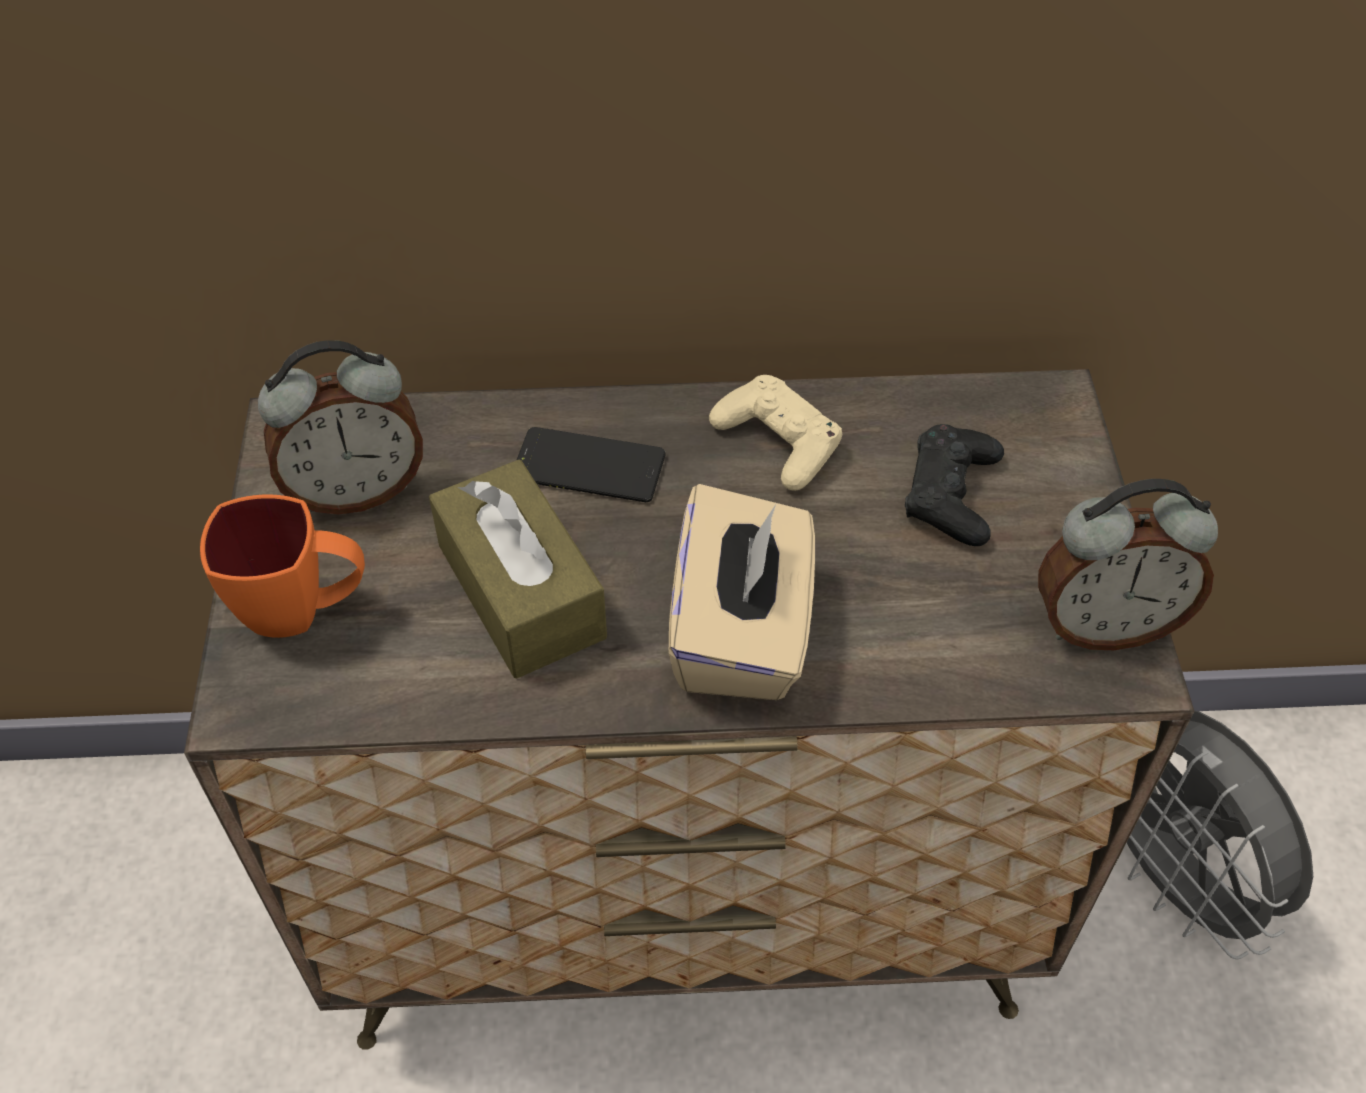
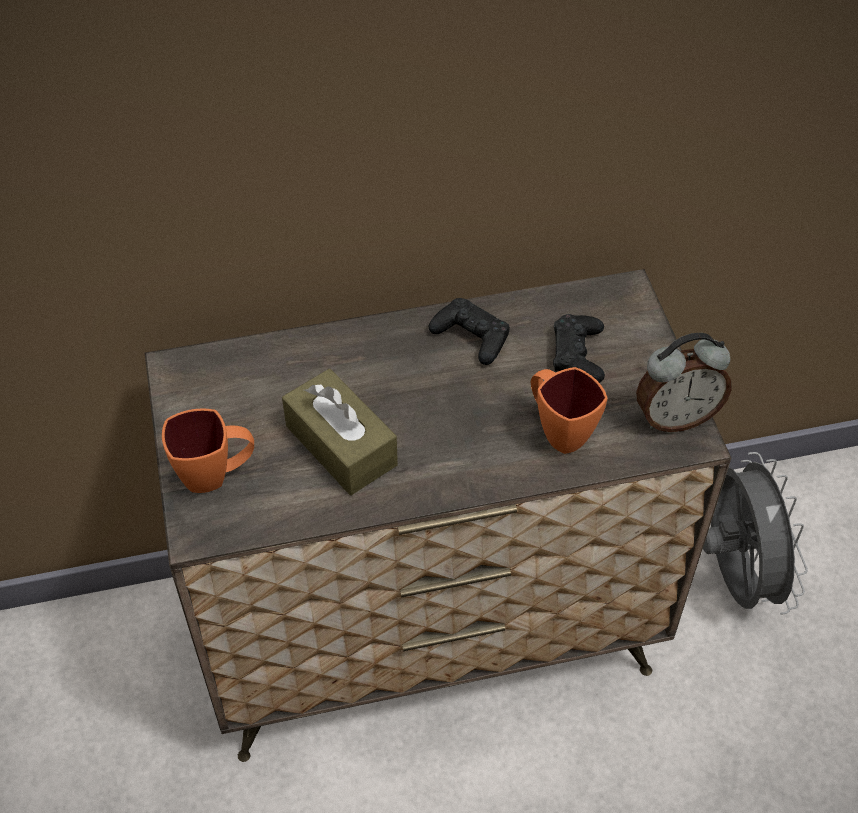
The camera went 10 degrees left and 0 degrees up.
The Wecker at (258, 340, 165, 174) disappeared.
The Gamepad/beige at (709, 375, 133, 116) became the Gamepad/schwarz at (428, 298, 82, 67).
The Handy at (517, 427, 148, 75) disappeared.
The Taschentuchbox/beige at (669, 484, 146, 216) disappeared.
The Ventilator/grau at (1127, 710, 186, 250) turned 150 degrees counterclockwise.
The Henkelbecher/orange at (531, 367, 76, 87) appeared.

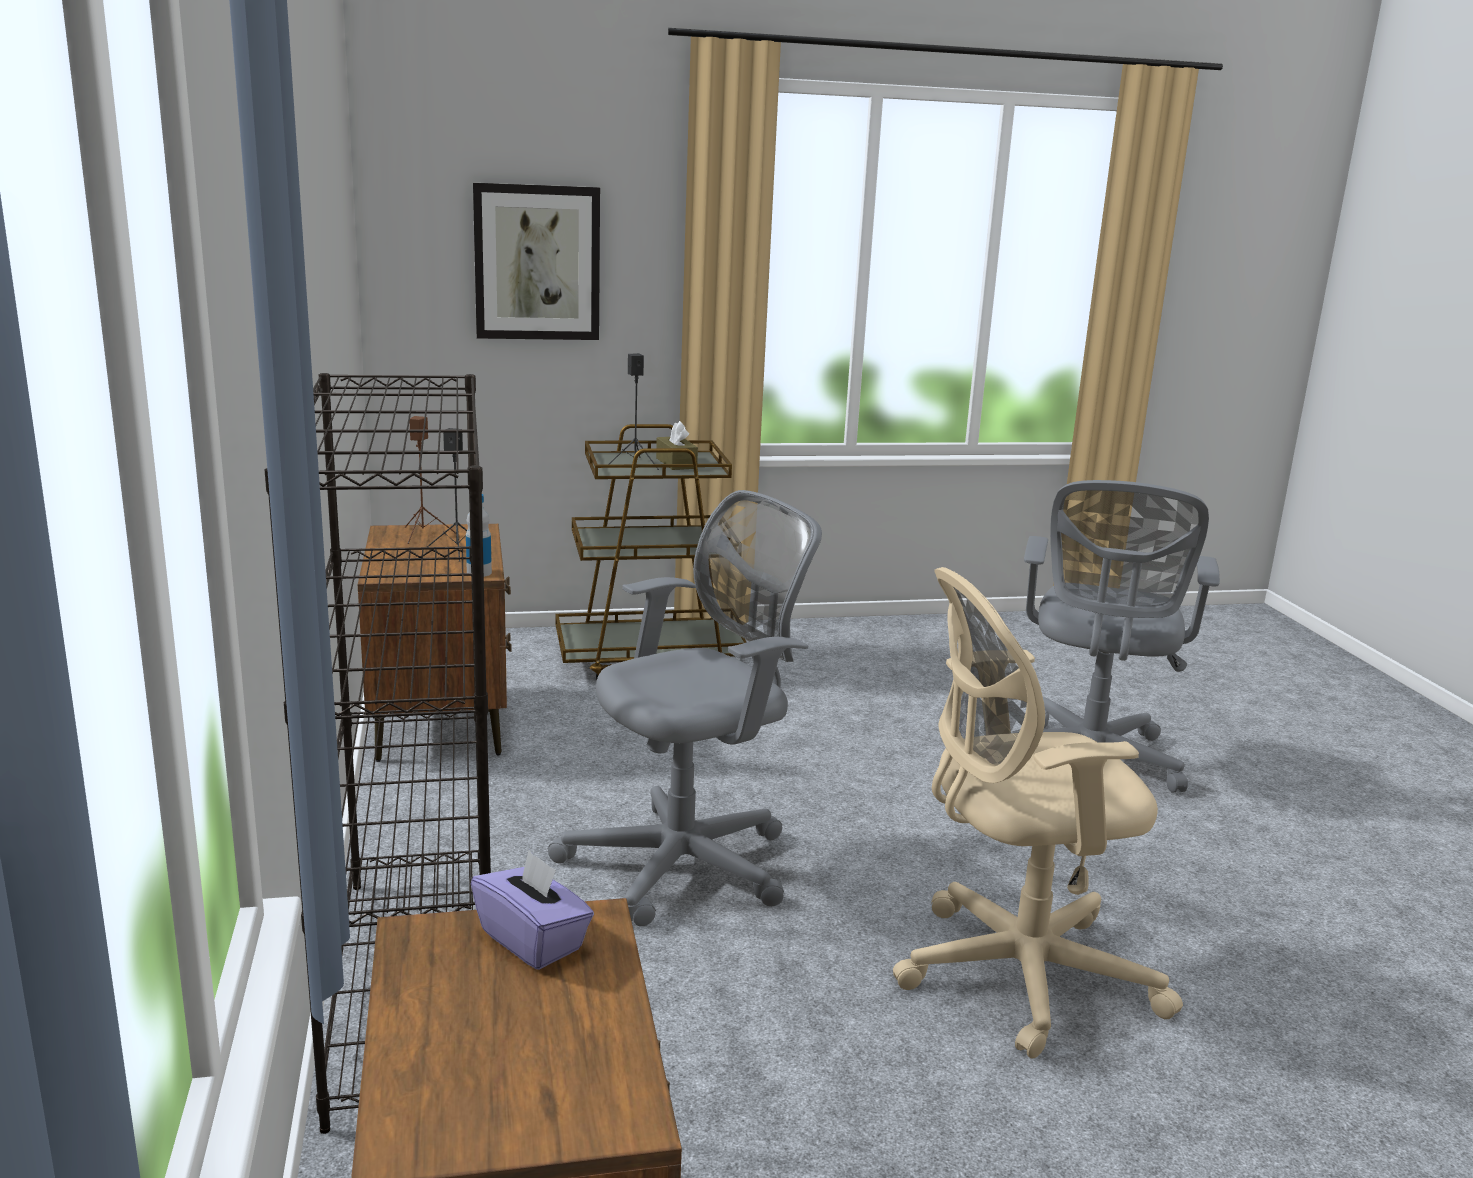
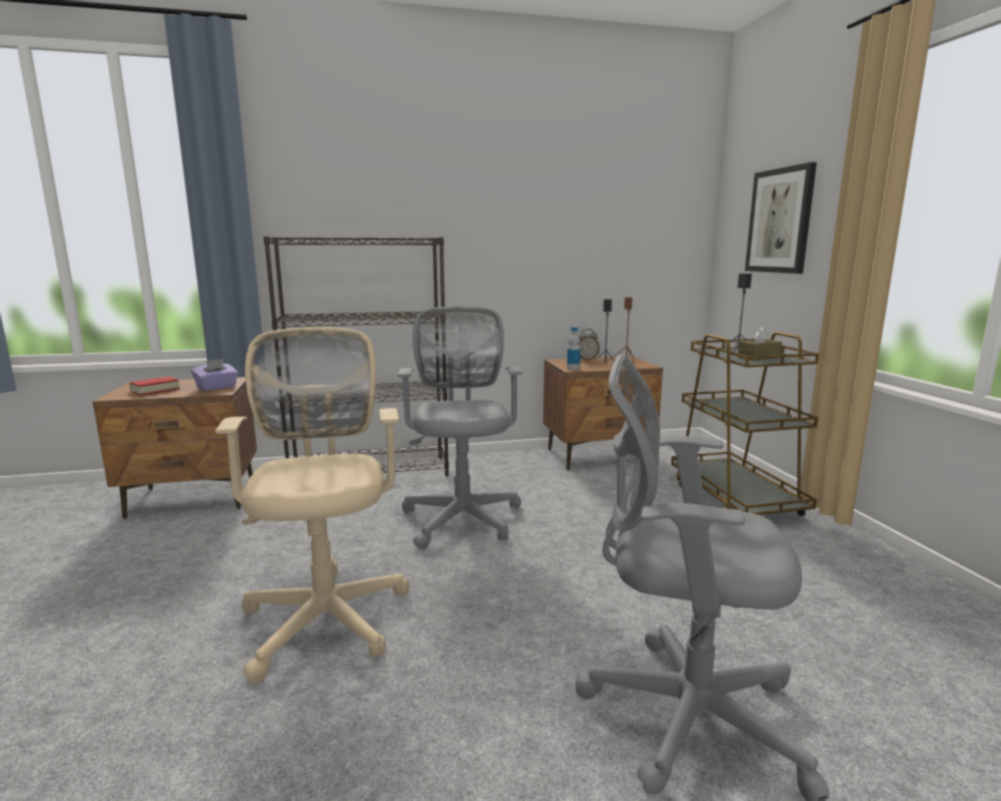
The camera went 90 degrees right and 5 degrees down.
The Bürostuhl/grau at (548, 490, 274, 436) turned 150 degrees counterclockwise.
The Wecker at (578, 329, 22, 31) appeared.
The Buch at (130, 376, 50, 20) appeared.

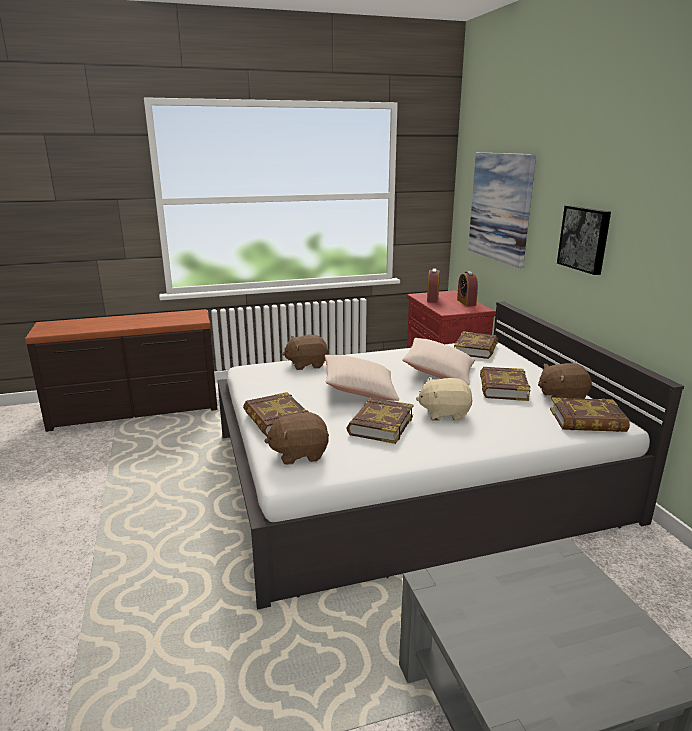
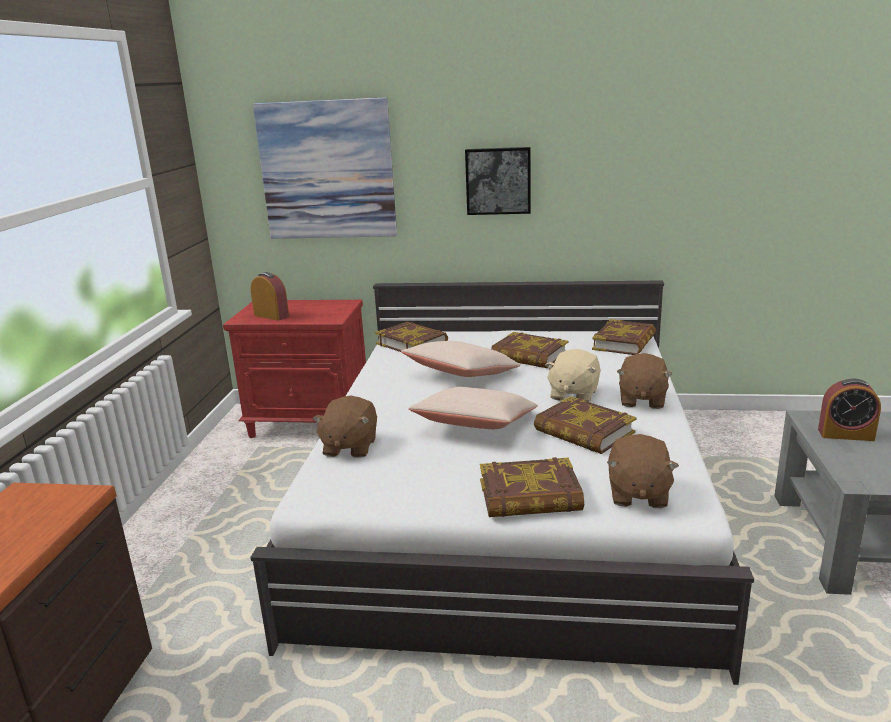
The camera went 65 degrees left and 0 degrees up.
The Wecker moved from (457, 271, 21, 35) to (818, 378, 63, 63).
The Plüschtier/braun moved from (538, 363, 54, 36) to (617, 353, 56, 56).

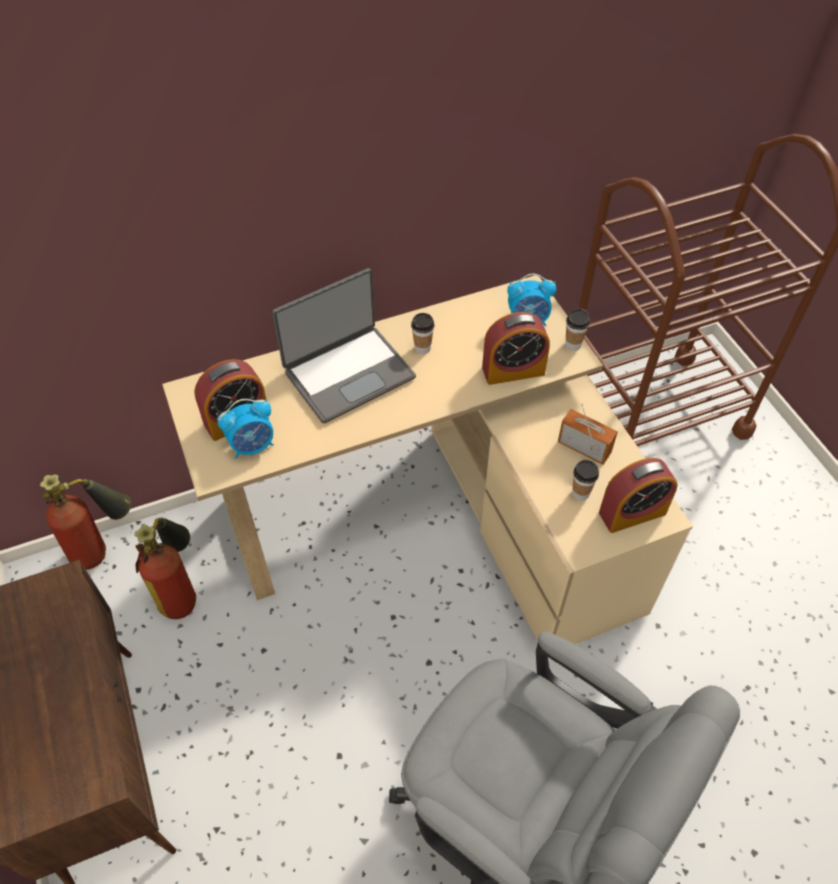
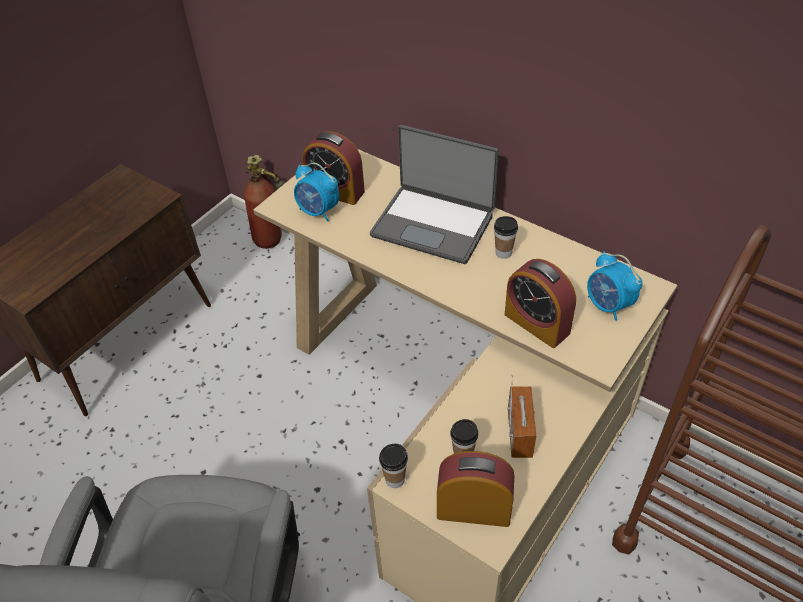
The camera went 60 degrees right and 5 degrees down.
The Tasse moved from (565, 309, 25, 42) to (379, 444, 29, 44).
The Wecker at (599, 458, 79, 75) turned 150 degrees clockwise.
The Feuerlöscher at (135, 518, 61, 101) disappeared.

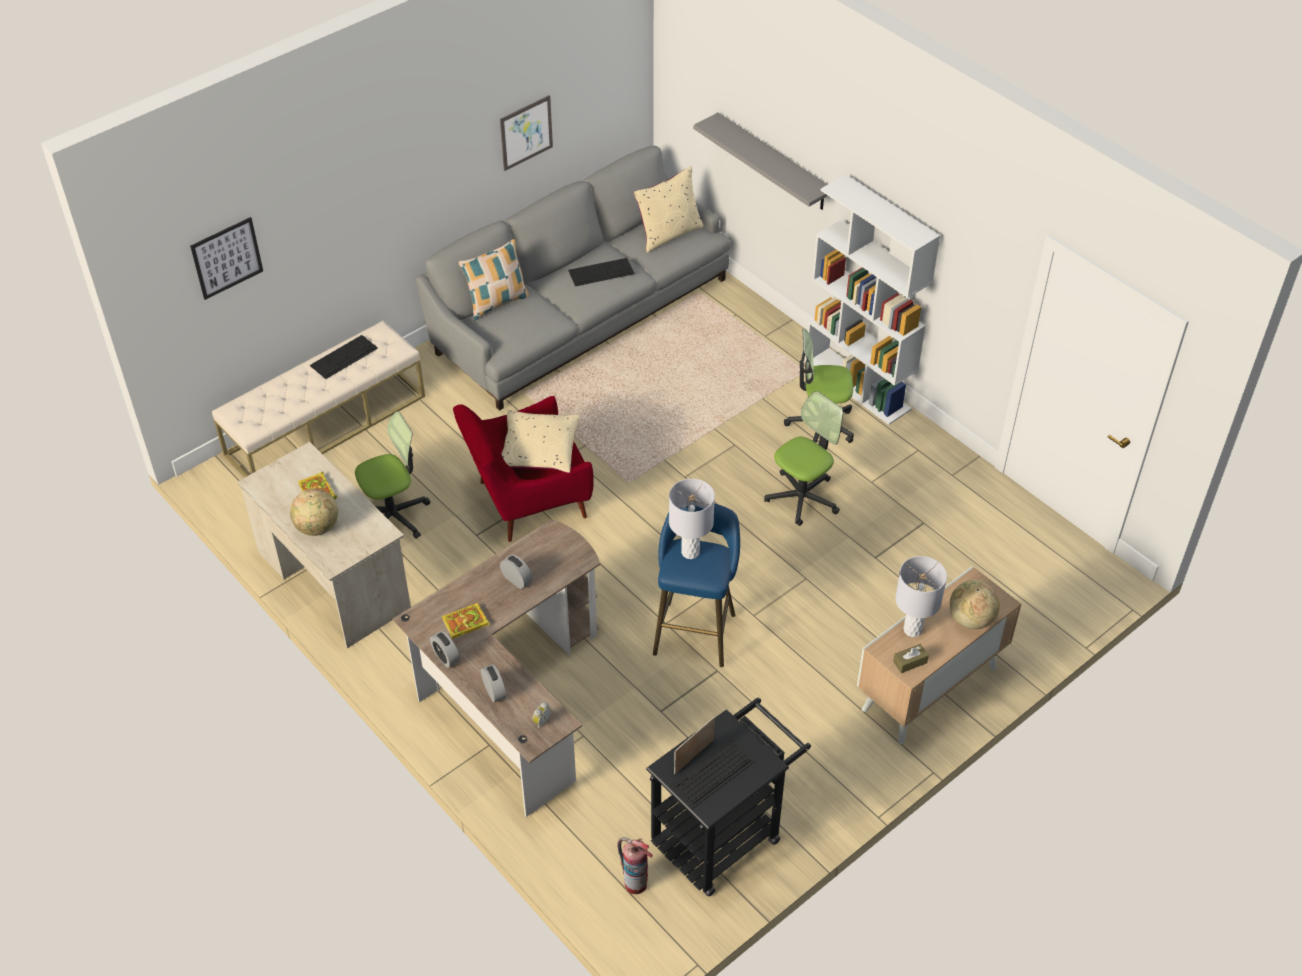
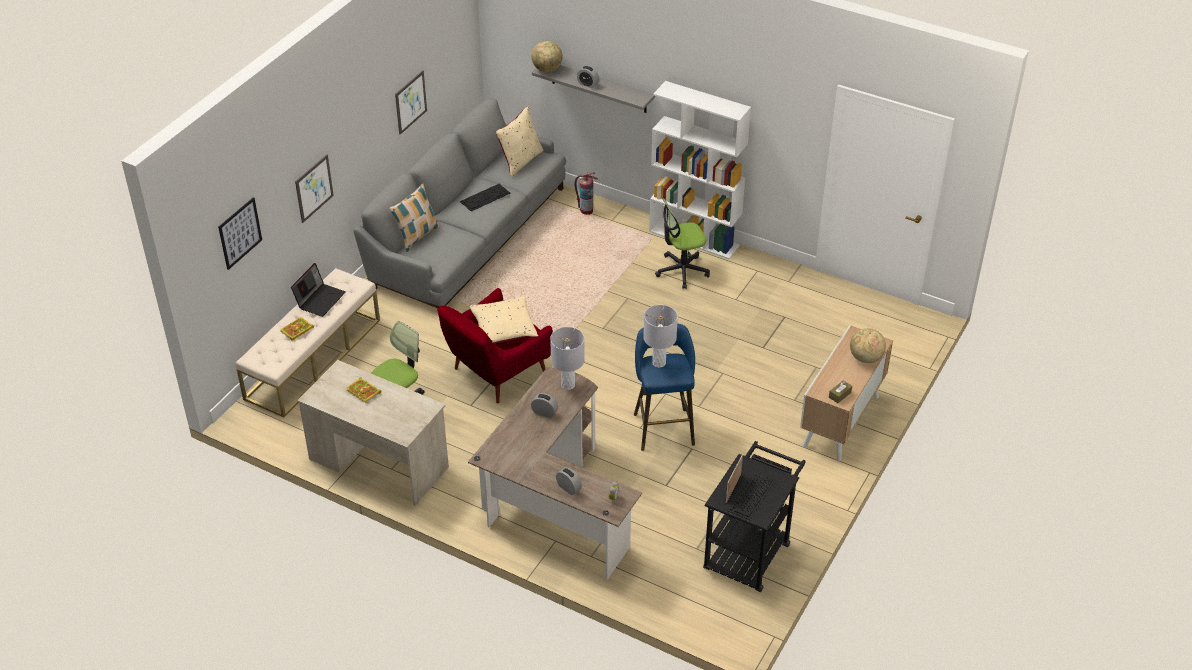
The camera went 20 degrees left and 5 degrees down.
The Tastatur at (310, 335, 68, 44) was replaced by the Laptop at (291, 263, 55, 54).
The Bürostuhl at (764, 391, 79, 135) disappeared.
The Globus moved from (290, 489, 48, 47) to (532, 41, 31, 31).
The Tischlampe/grau moved from (895, 556, 52, 81) to (550, 327, 35, 63).
The Buch moved from (442, 603, 48, 36) to (280, 317, 34, 24).
The Wecker moved from (430, 631, 30, 37) to (577, 66, 22, 23).
The Feuerlöscher moved from (617, 837, 36, 57) to (574, 172, 24, 43).
The Bild at (295, 154, 39, 69) appeared.

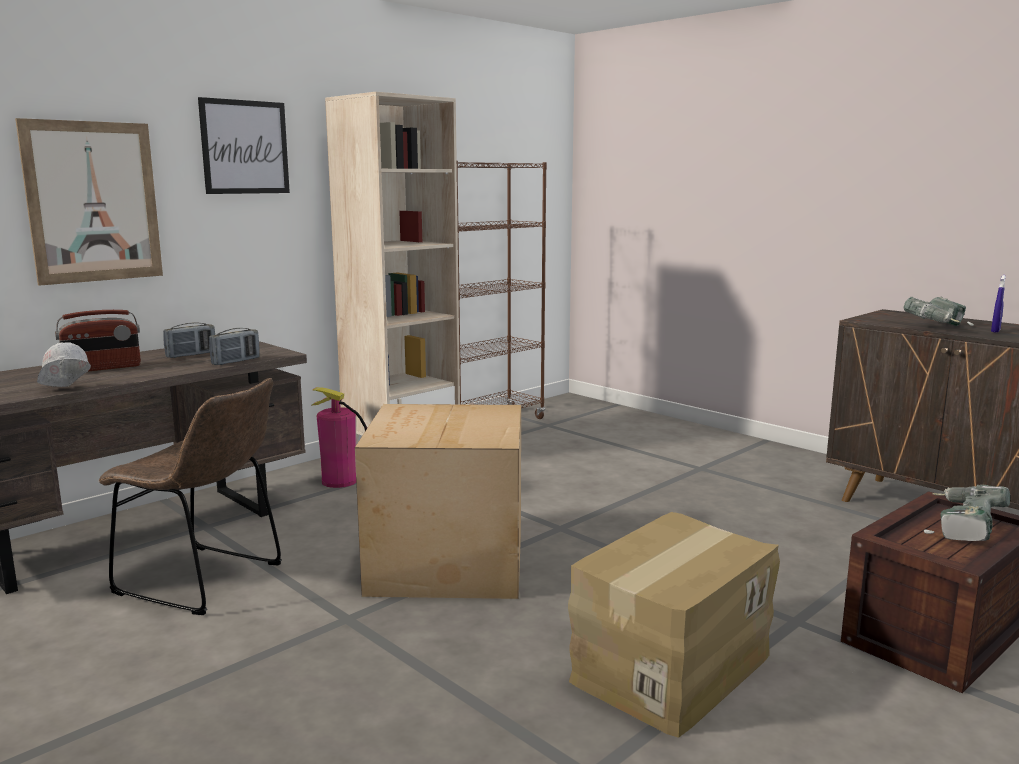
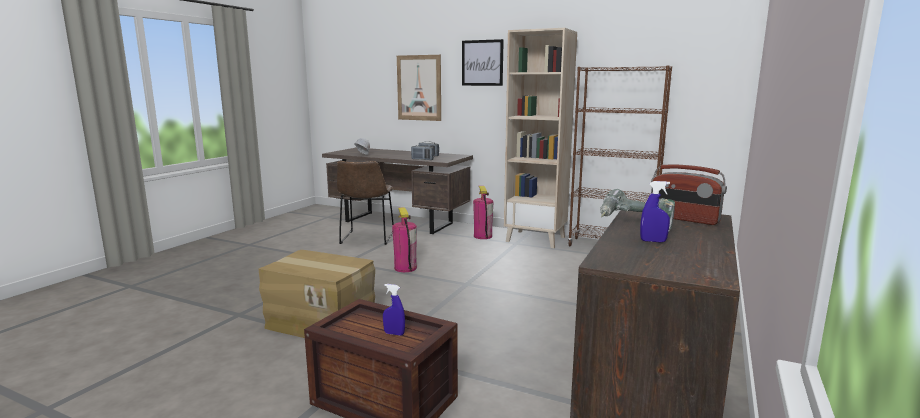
The camera went 70 degrees right and 0 degrees up.
The Radio moved from (55, 310, 86, 61) to (651, 165, 76, 60).
The Karton at (355, 404, 166, 195) was replaced by the Feuerlöscher at (392, 207, 25, 65).
The Bohrmaschine at (924, 485, 86, 56) was replaced by the Sprühflasche/blau at (383, 284, 22, 52).

